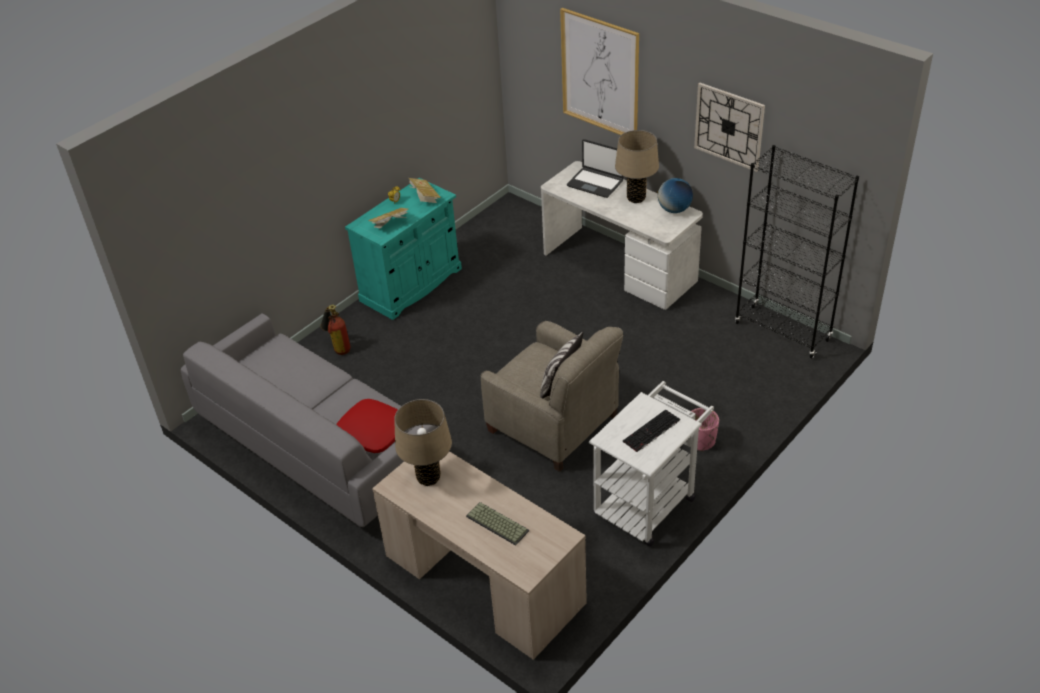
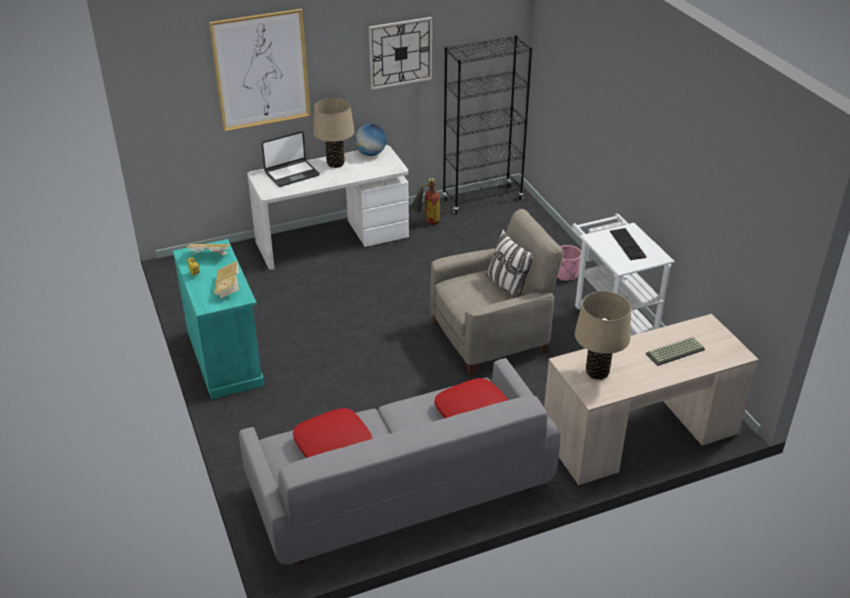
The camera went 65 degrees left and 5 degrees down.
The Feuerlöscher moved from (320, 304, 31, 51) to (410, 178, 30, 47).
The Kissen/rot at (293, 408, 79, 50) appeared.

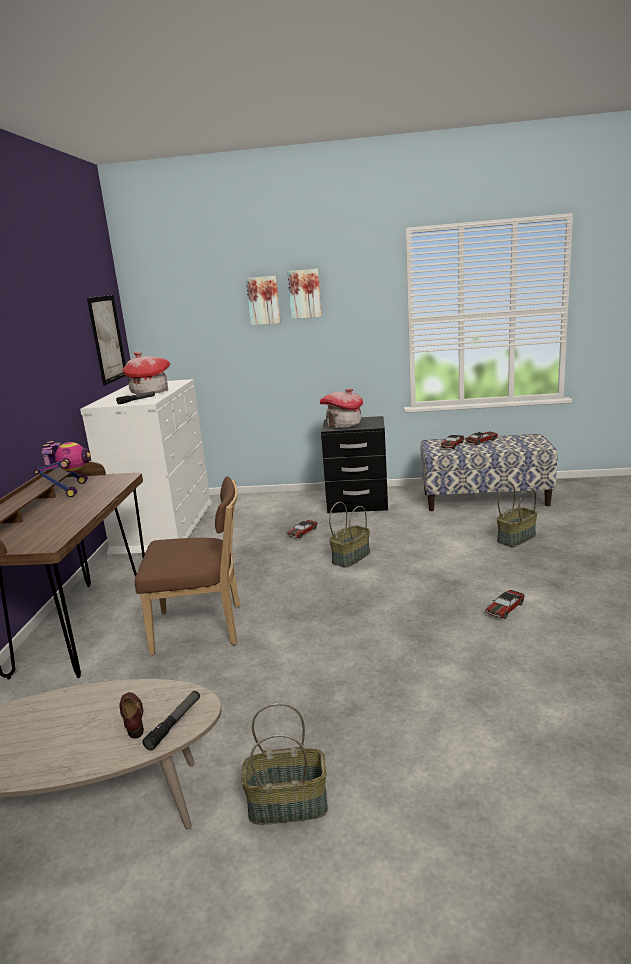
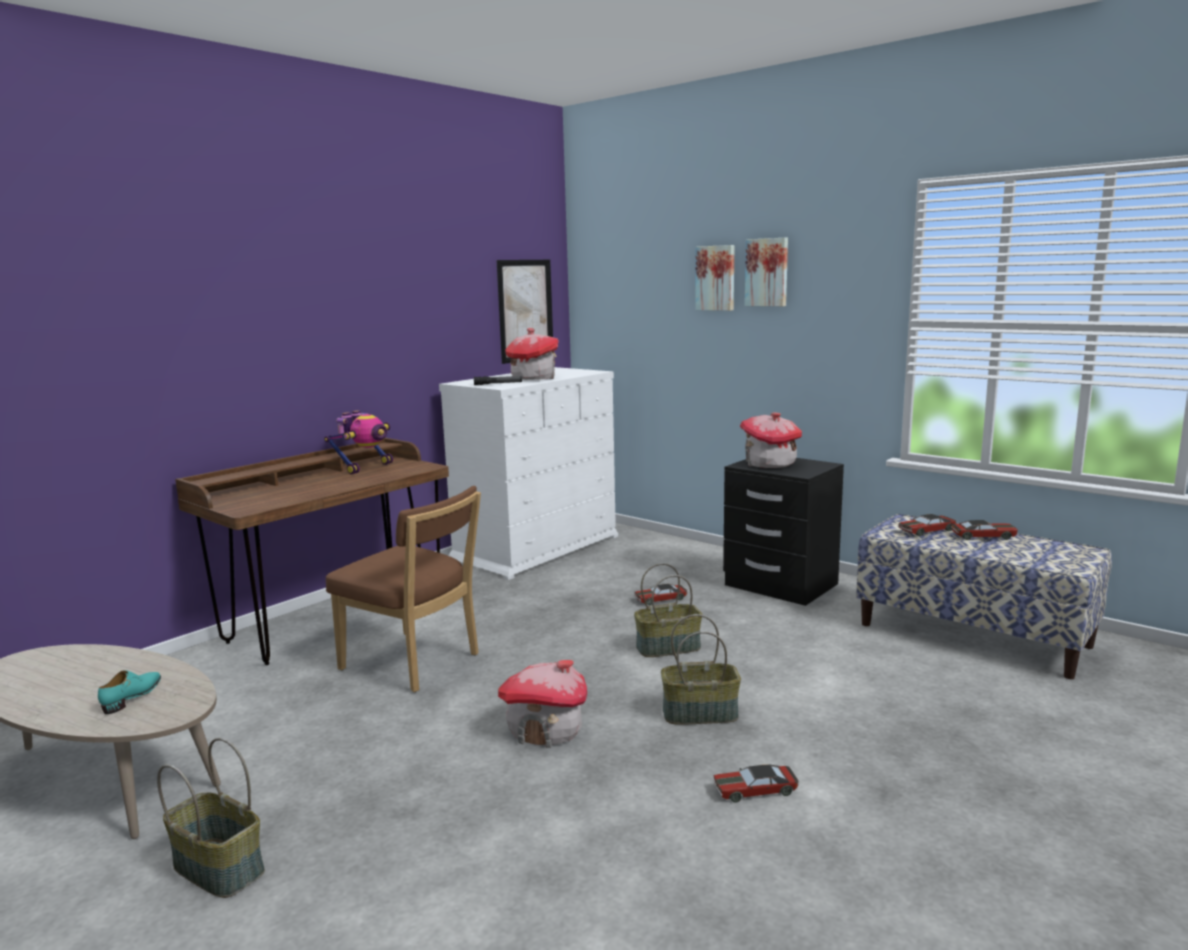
The camera went 35 degrees right and 5 degrees down.
The Korb moved from (497, 483, 41, 64) to (661, 614, 80, 111).
The Taschenlampe at (142, 691, 58, 60) disappeared.
The Schuh/braun at (119, 692, 25, 46) became the Schuh/türkis at (98, 670, 63, 44).
The Spielzeughaus at (498, 660, 89, 88) appeared.

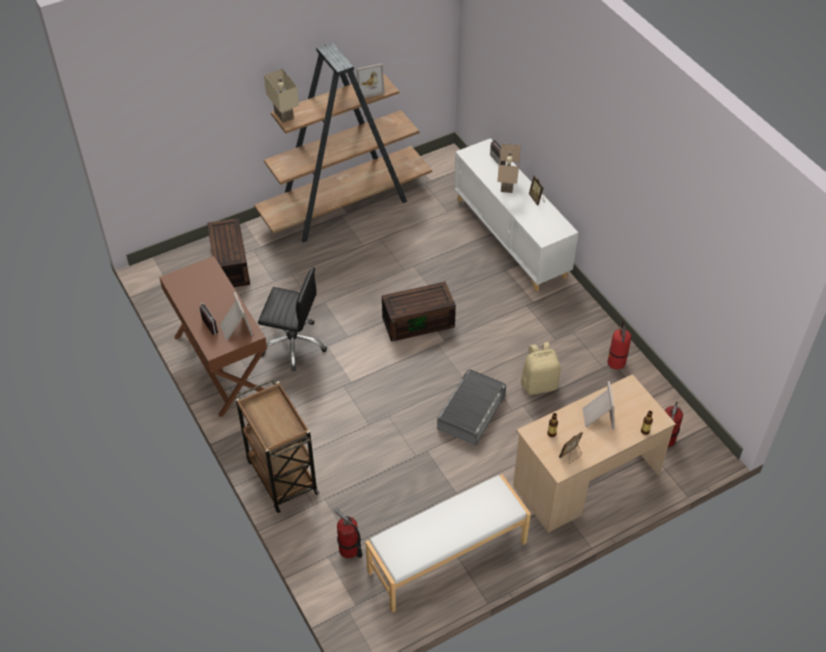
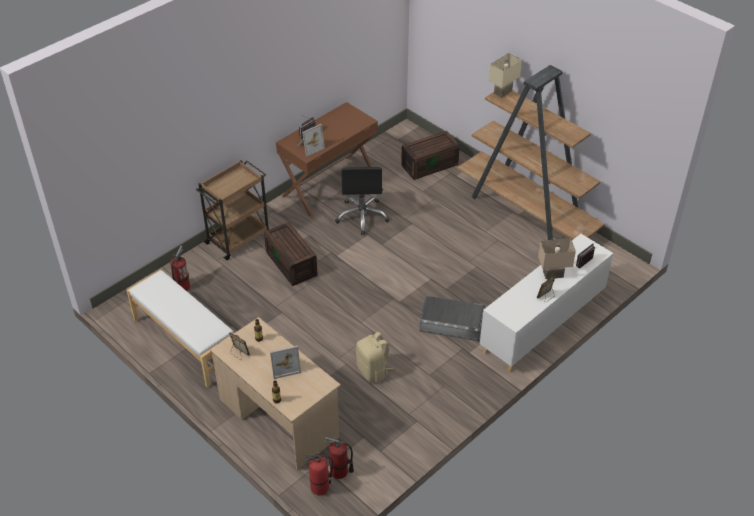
The camera went 75 degrees right and 5 degrees down.
The Bilderrahmen at (357, 63, 28, 35) disappeared.
The Aufbewahrungsbox/braun moved from (382, 282, 74, 60) to (264, 222, 54, 64).
The Feuerlöscher moved from (608, 321, 23, 49) to (304, 452, 29, 44).
The Aufbewahrungsbox/grau moved from (437, 369, 69, 76) to (419, 296, 66, 45).

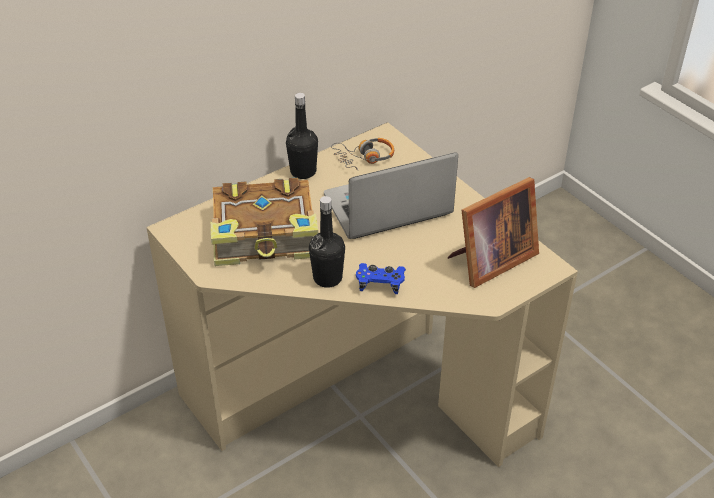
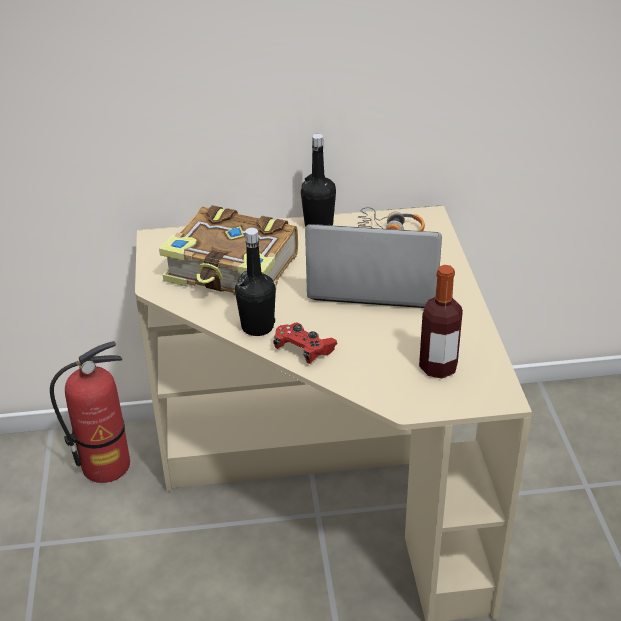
The camera went 30 degrees right and 5 degrees down.
The Bilderrahmen at (447, 177, 92, 111) was replaced by the Flasche at (419, 265, 44, 113).
The Gamepad/blau at (356, 263, 50, 31) became the Gamepad/rot at (273, 323, 65, 41).
The Feuerlöscher at (50, 341, 80, 142) appeared.

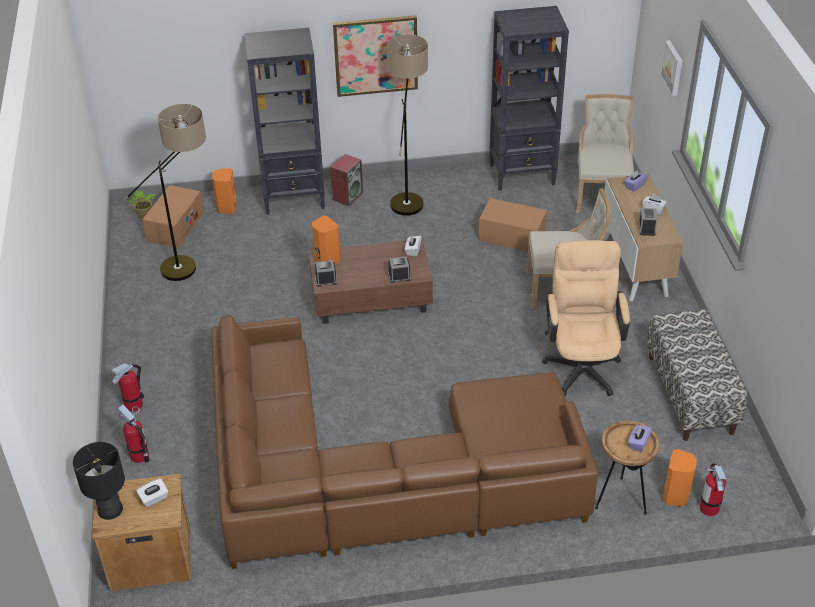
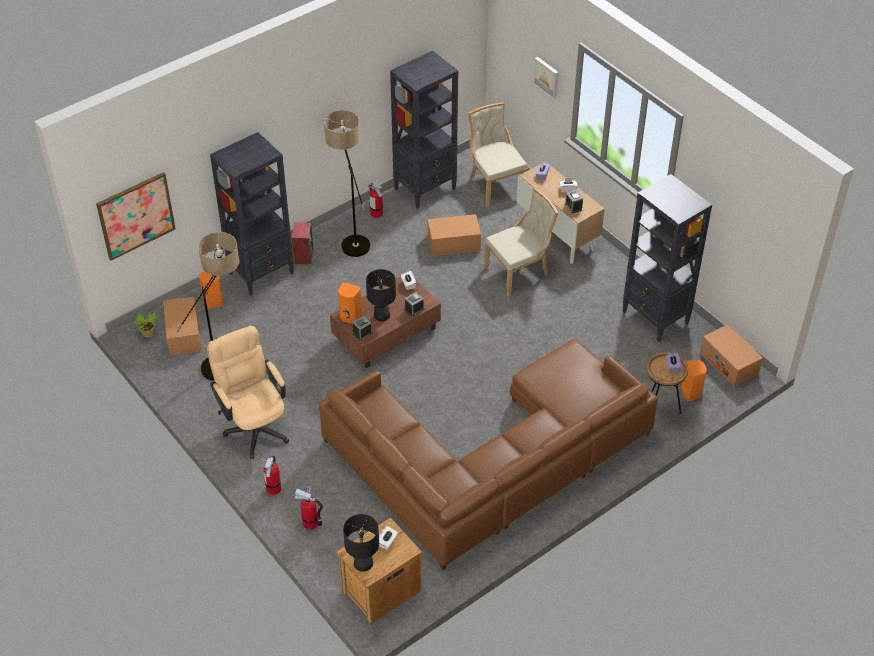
The camera went 30 degrees left and 5 degrees up.
The Bild moved from (333, 15, 85, 82) to (96, 172, 80, 89).
The Bürostuhl/beige moved from (542, 240, 88, 156) to (207, 326, 82, 133).
The Bank at (647, 309, 101, 132) was replaced by the Bücherregal/schwarz at (622, 174, 90, 168).
The Feuerlöscher moved from (700, 464, 26, 52) to (368, 183, 15, 35).
The Tischlampe/schwarz at (366, 269, 30, 52) appeared.
The Karton at (700, 324, 63, 63) appeared.

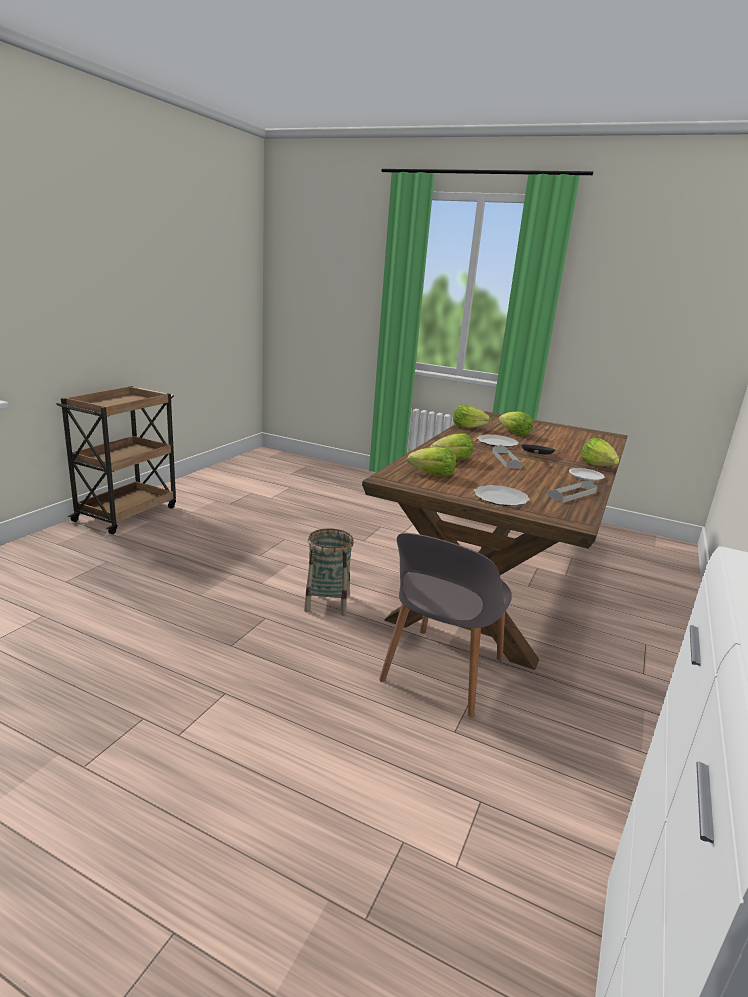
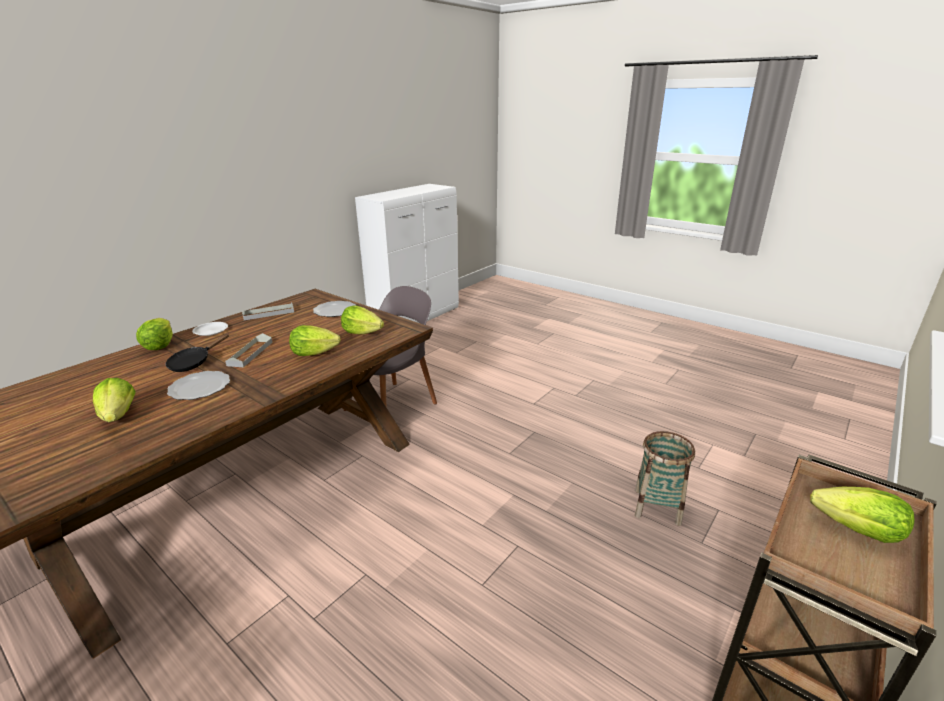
The camera went 165 degrees left and 5 degrees up.
The Salatkopf moved from (453, 405, 37, 23) to (810, 487, 104, 56).
The Korb moved from (304, 528, 50, 88) to (635, 431, 60, 95).

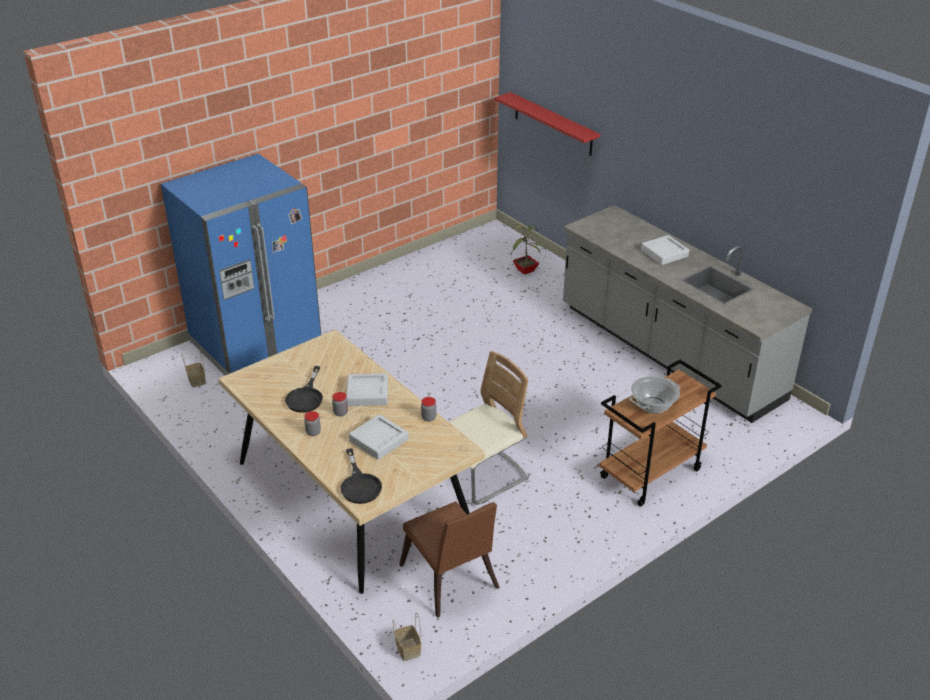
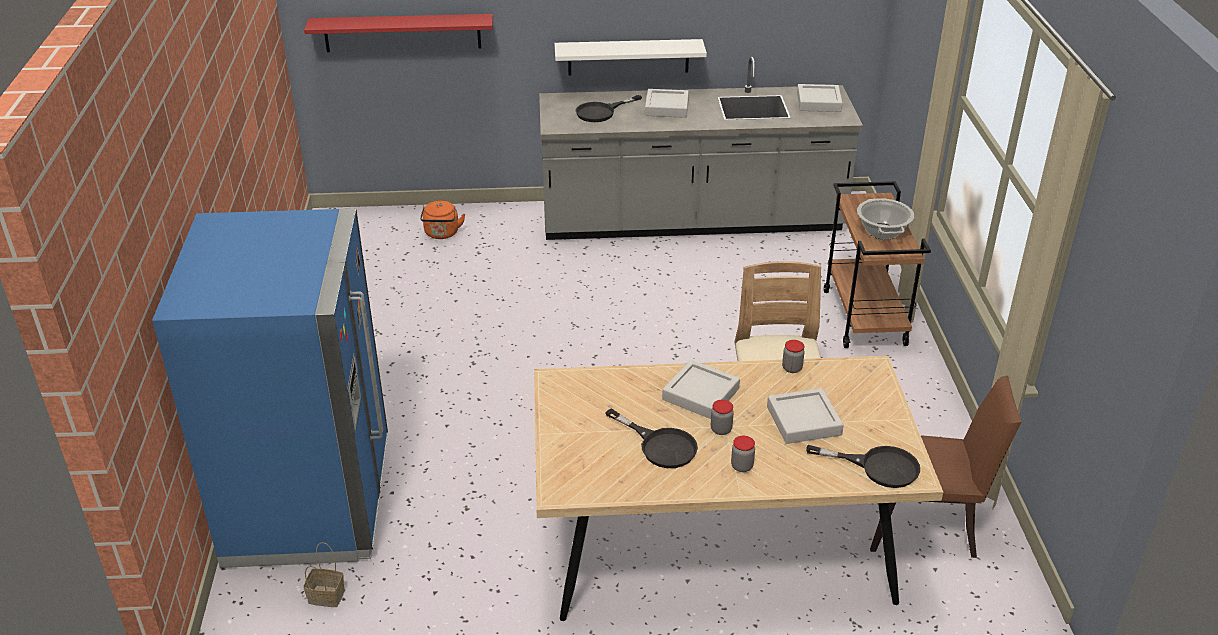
The camera went 55 degrees left and 0 degrees up.
The Topfpflanze at (512, 224, 35, 51) was replaced by the Wasserkessel/orange at (420, 201, 45, 38).
The Korb at (393, 613, 28, 48) disappeared.
The Wandregal/weiß at (554, 39, 153, 37) appeared.
The Tablett/grau at (797, 84, 46, 28) appeared.
The Pfanne/schwarz at (575, 95, 67, 27) appeared.

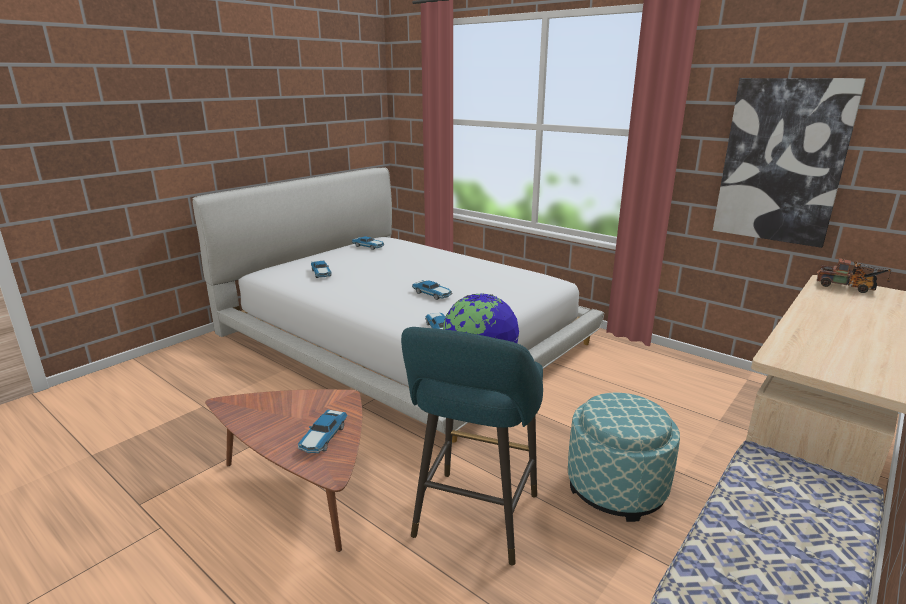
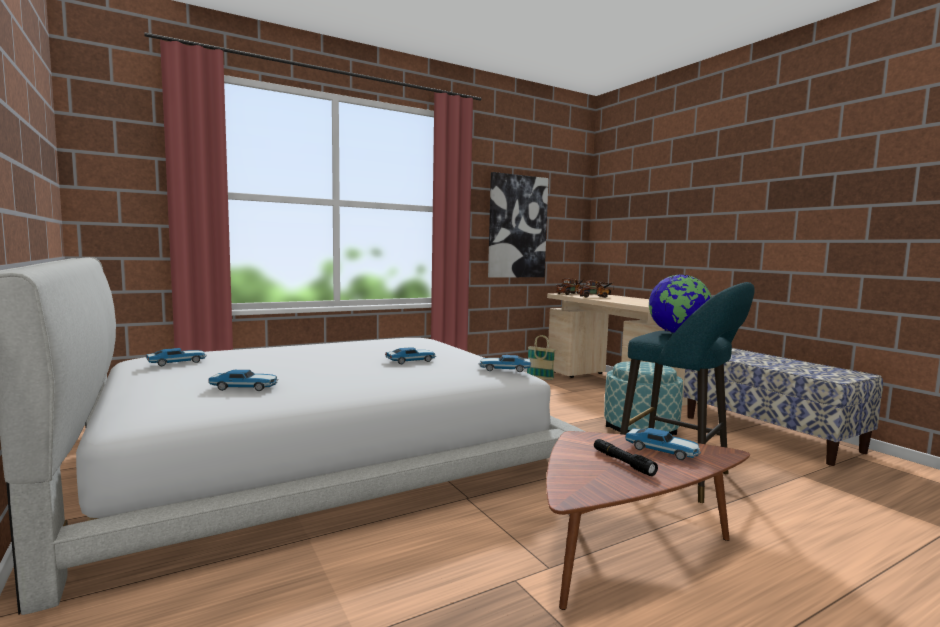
The camera went 70 degrees left and 15 degrees down.
The Spielzeuglaster at (578, 280, 36, 18) appeared.
The Korb at (527, 335, 28, 45) appeared.
The Taschenlampe/schwarz at (594, 439, 64, 37) appeared.

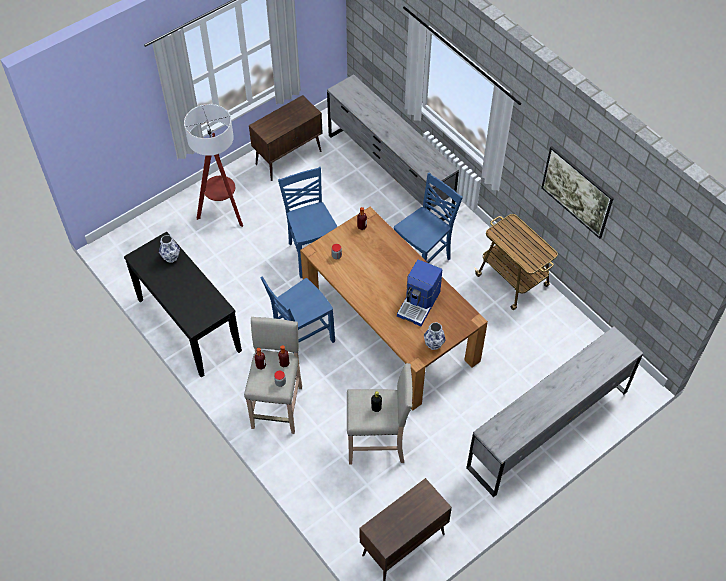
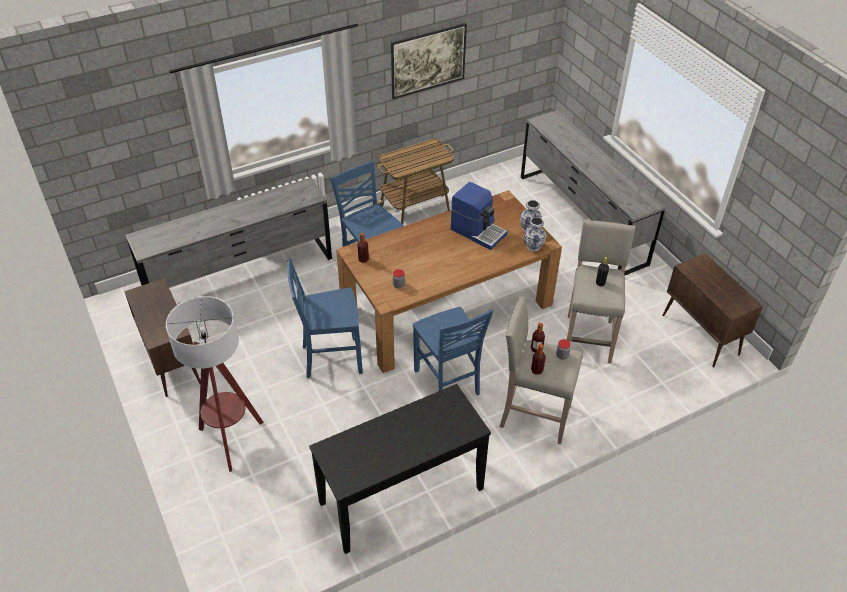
The camera went 80 degrees left and 10 degrees down.
The Vase moved from (159, 235, 21, 28) to (523, 217, 24, 35).

